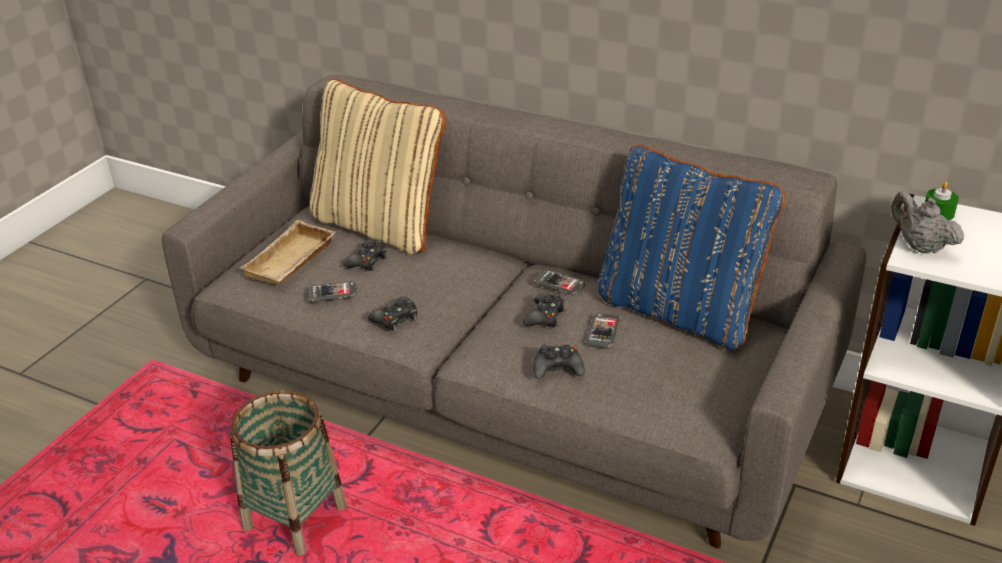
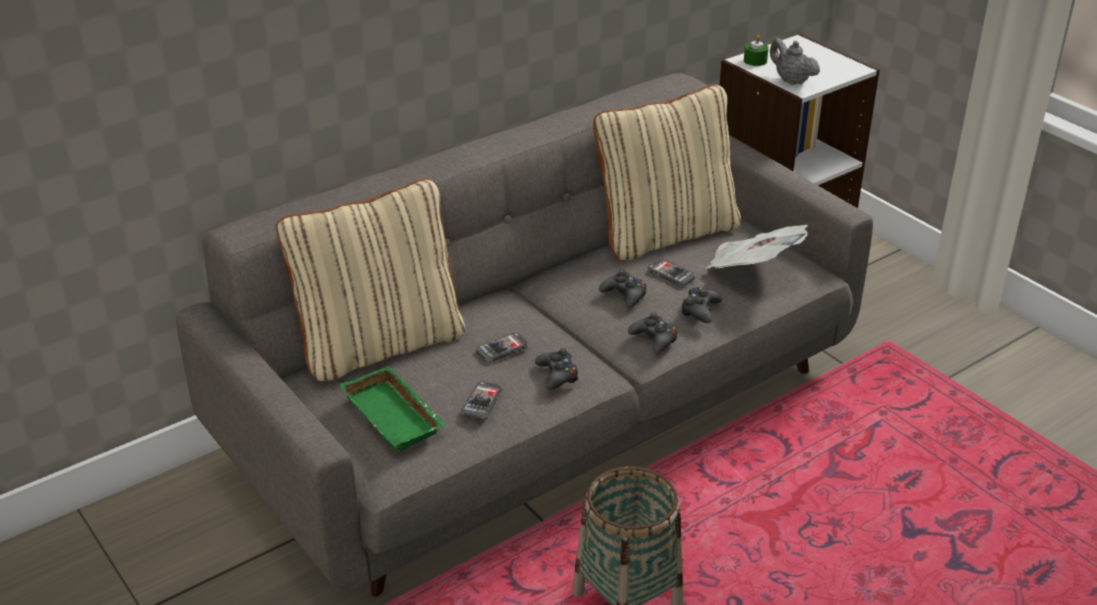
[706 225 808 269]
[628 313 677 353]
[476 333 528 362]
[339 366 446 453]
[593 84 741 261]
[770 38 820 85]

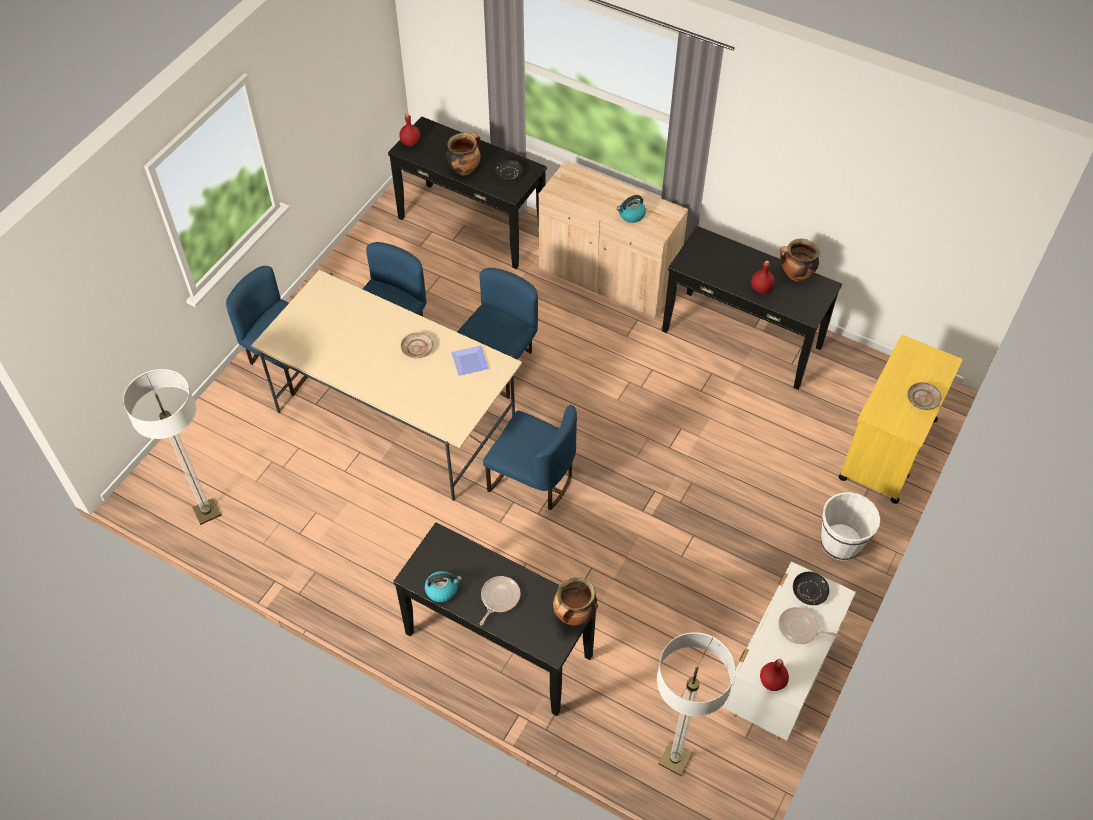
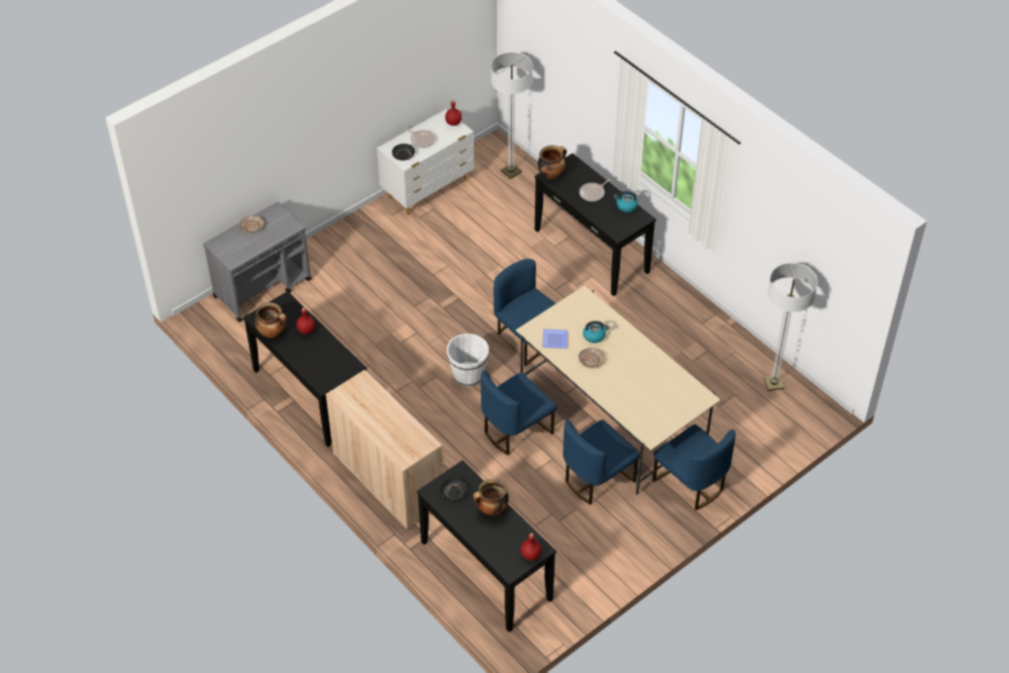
[583 321 609 343]
[447 334 489 387]
[203 202 312 322]

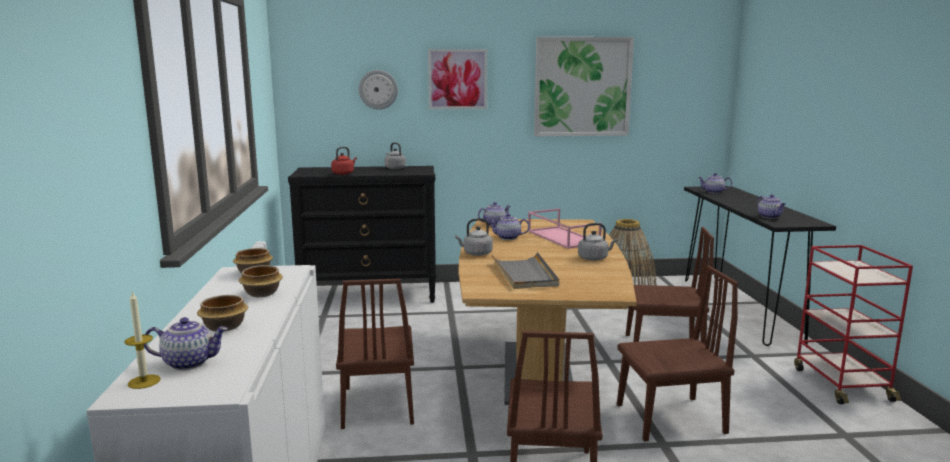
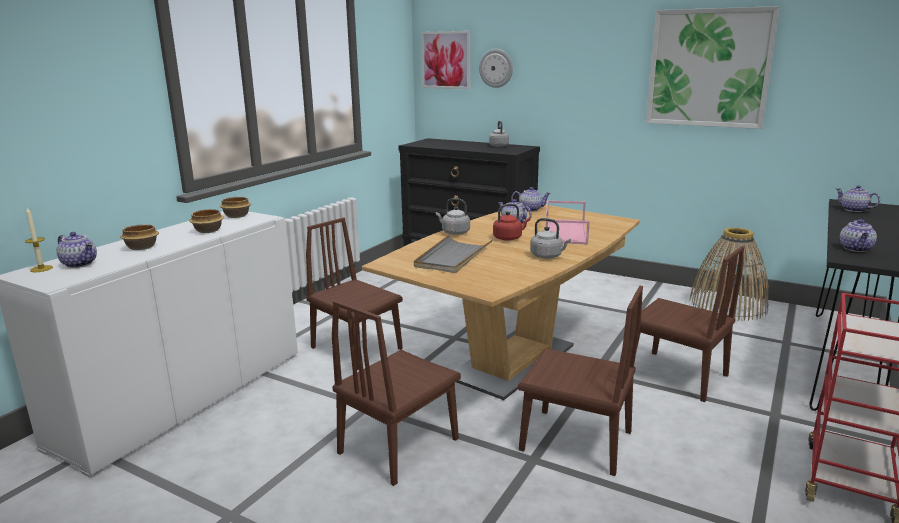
[493 204 530 241]
[421 31 470 89]
[306 217 403 370]

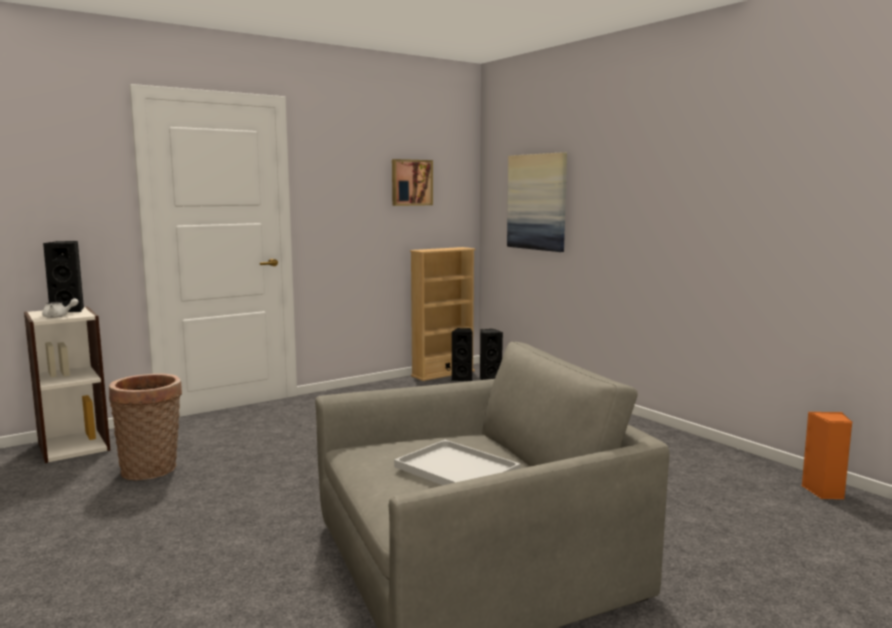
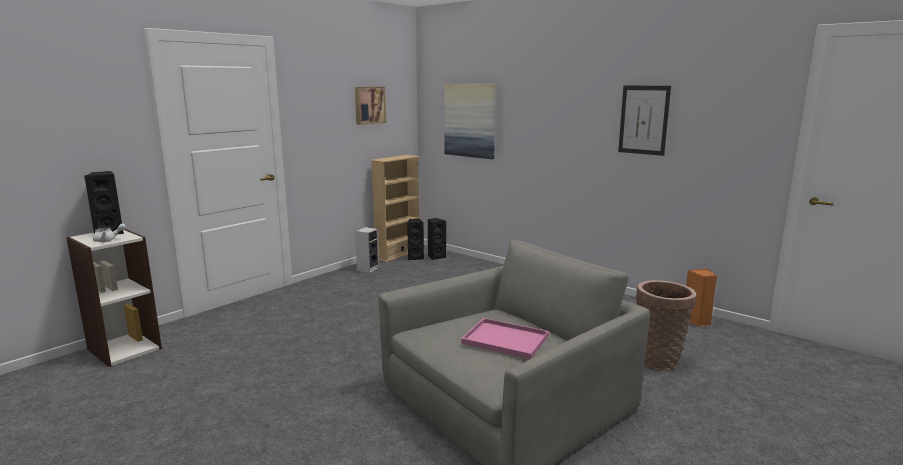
[355 227 379 273]
[618 86 671 156]
[635 280 696 371]
[461 318 549 359]

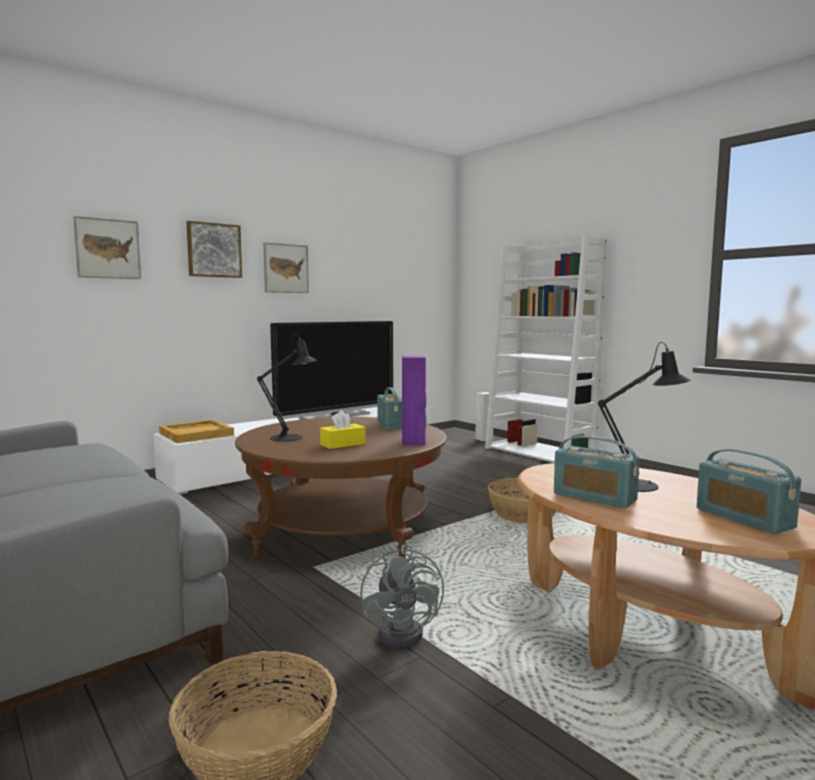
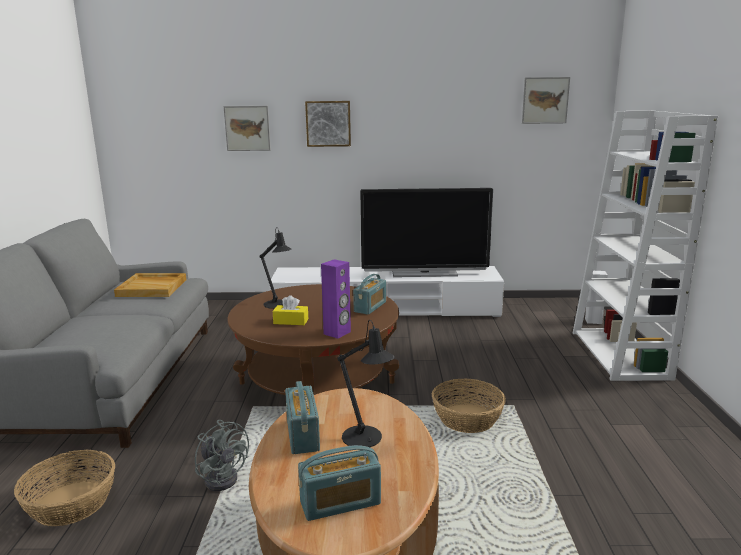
[114 273 186 297]
[522 77 570 124]
[195 420 249 491]
[298 445 381 521]

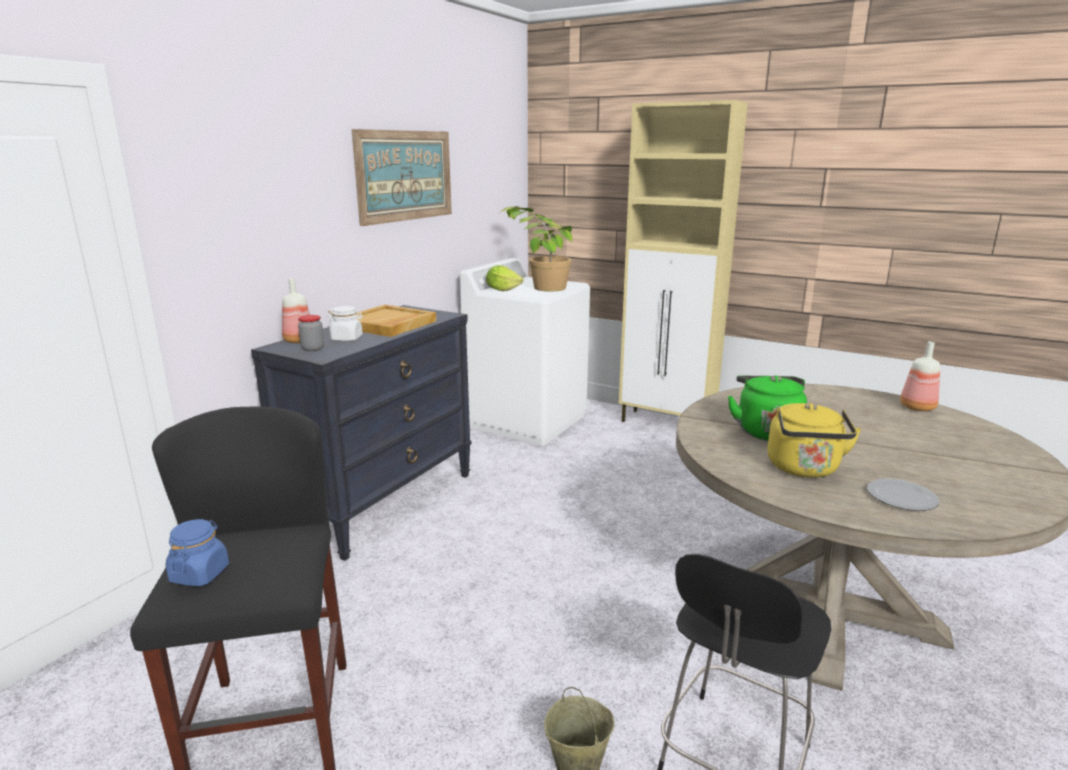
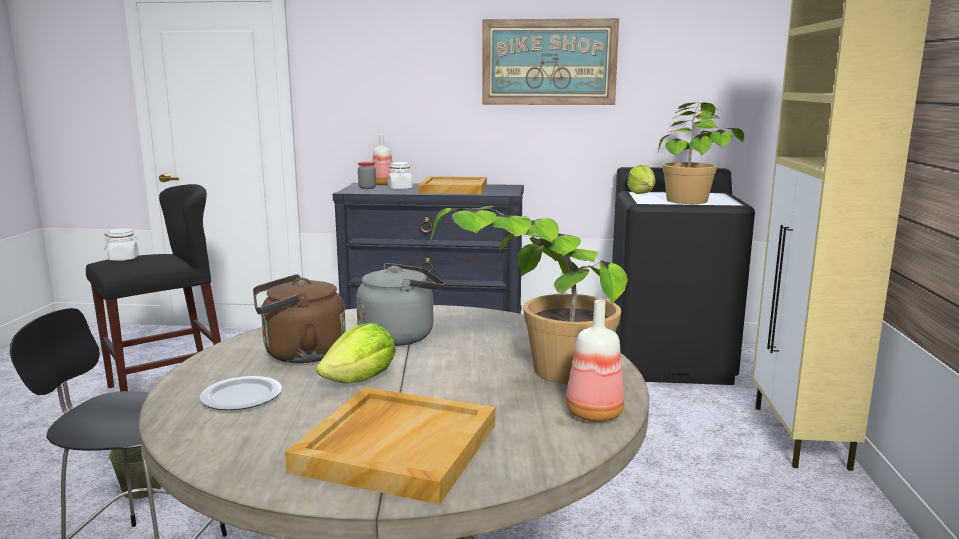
[285 387 495 504]
[316 323 396 384]
[429 206 628 384]
[104 228 140 261]
[612 167 755 385]
[356 263 445 346]
[253 274 346 363]

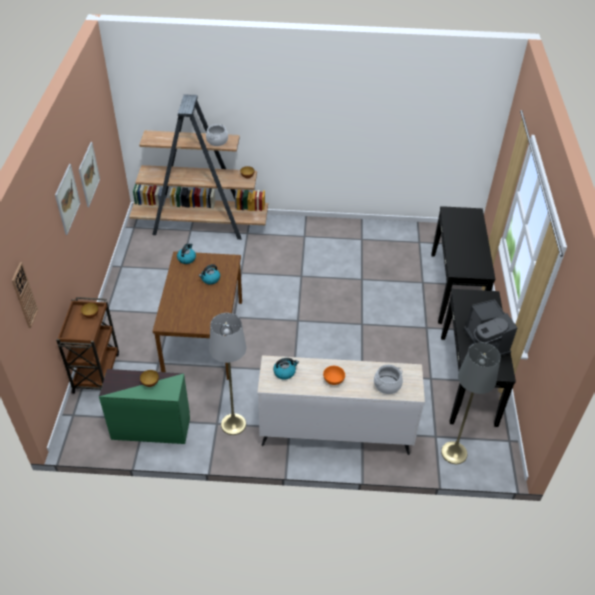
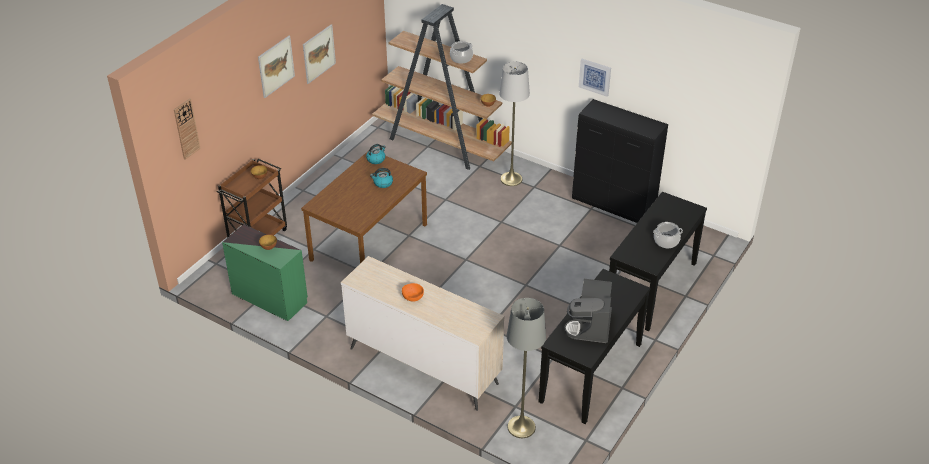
[273 358 299 380] (first image)
[572 99 668 223]
[579 59 611 97]
[499 62 530 186]
[653 222 683 248]

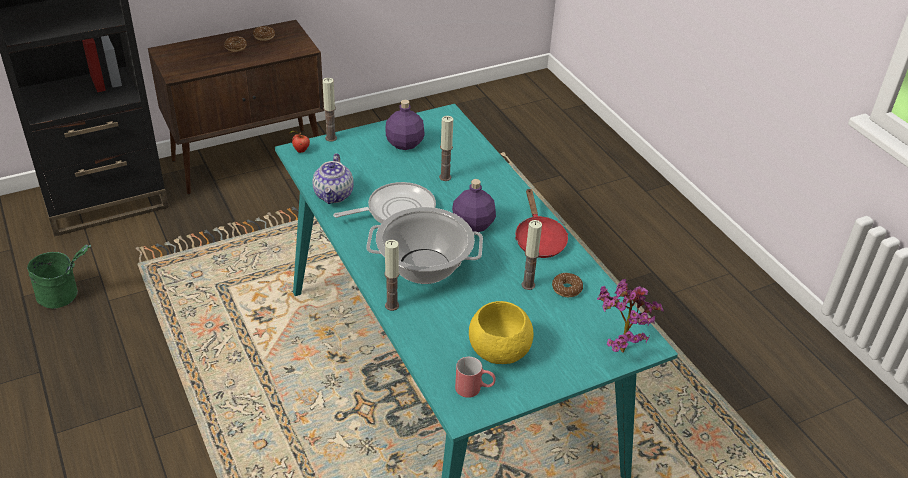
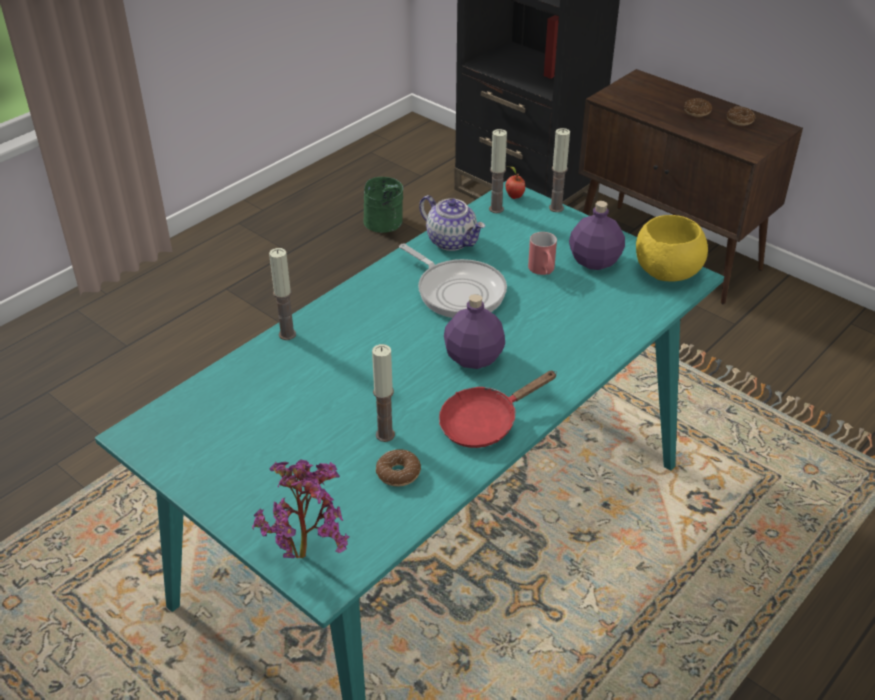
[366 207 483 284] (first image)
[489 129 507 213]
[528 232 557 275]
[636 215 708 282]
[419 195 485 251]

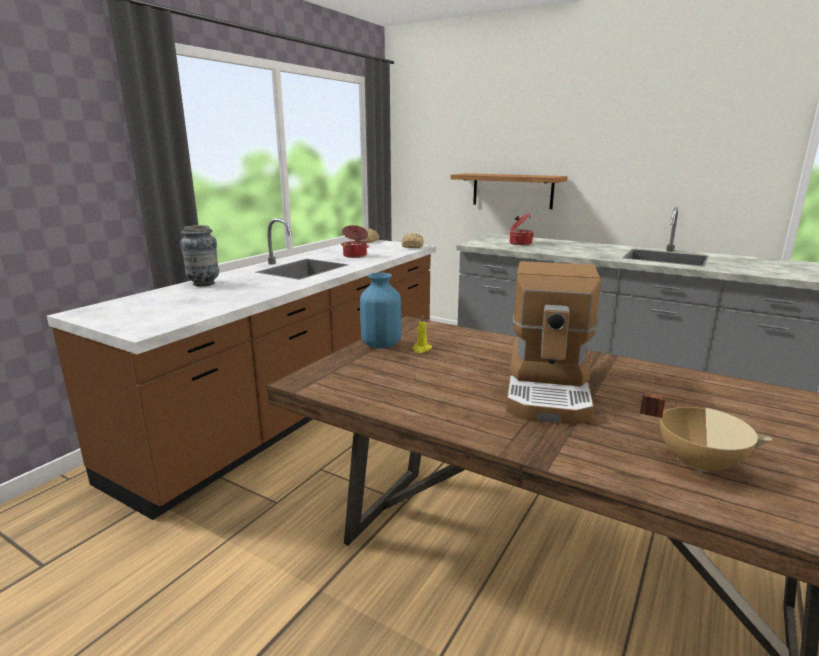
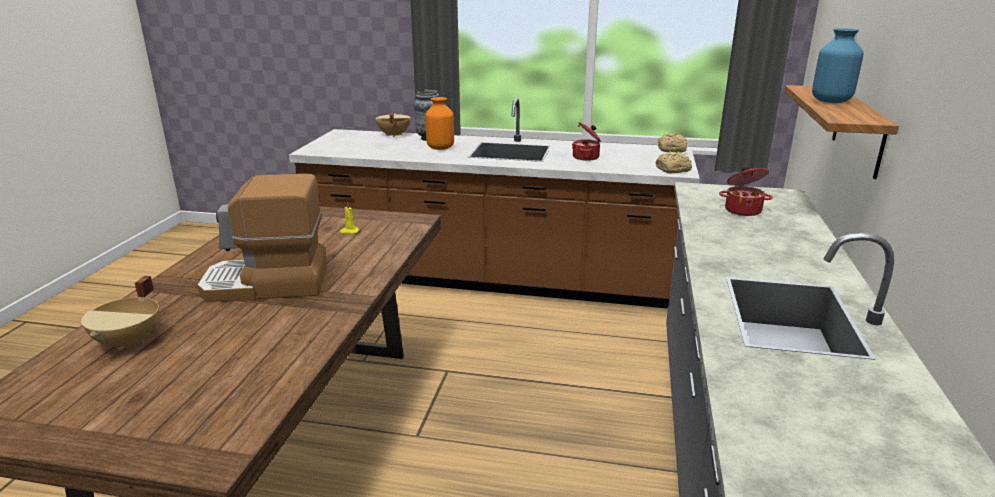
[376 113 411 137]
[425 97 454 150]
[812 28 863 103]

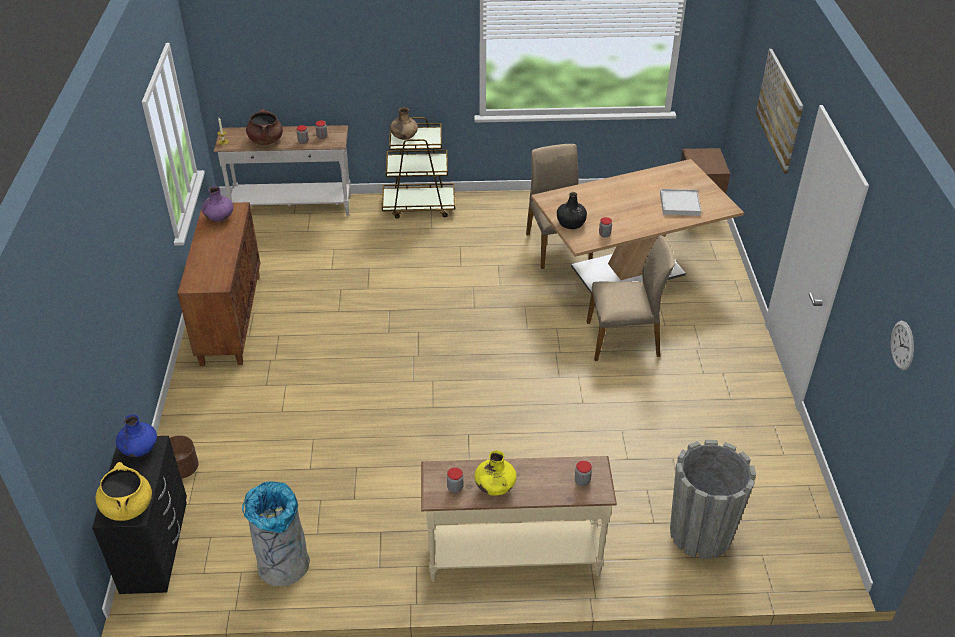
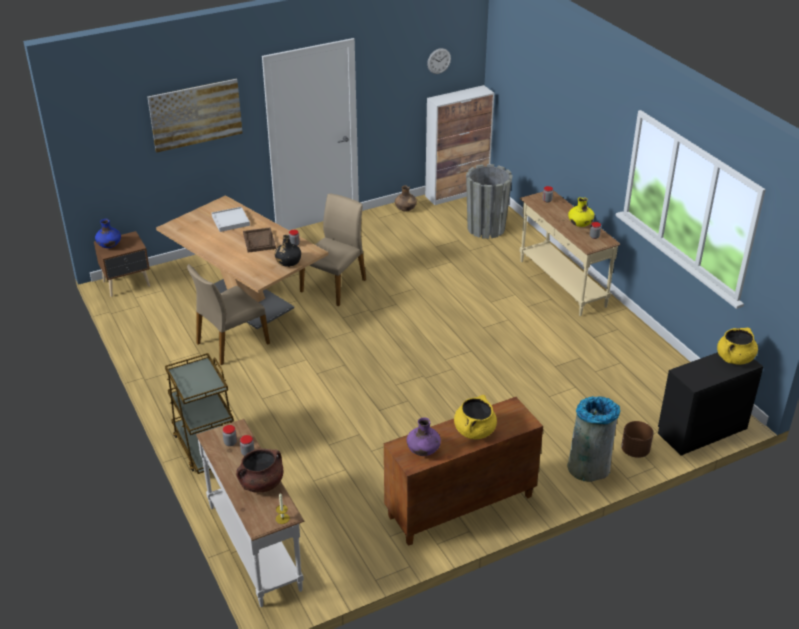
[243 227 276 253]
[425 85 494 205]
[454 395 497 439]
[95 219 121 248]
[568 396 621 482]
[395 185 417 211]
[299 194 366 306]

